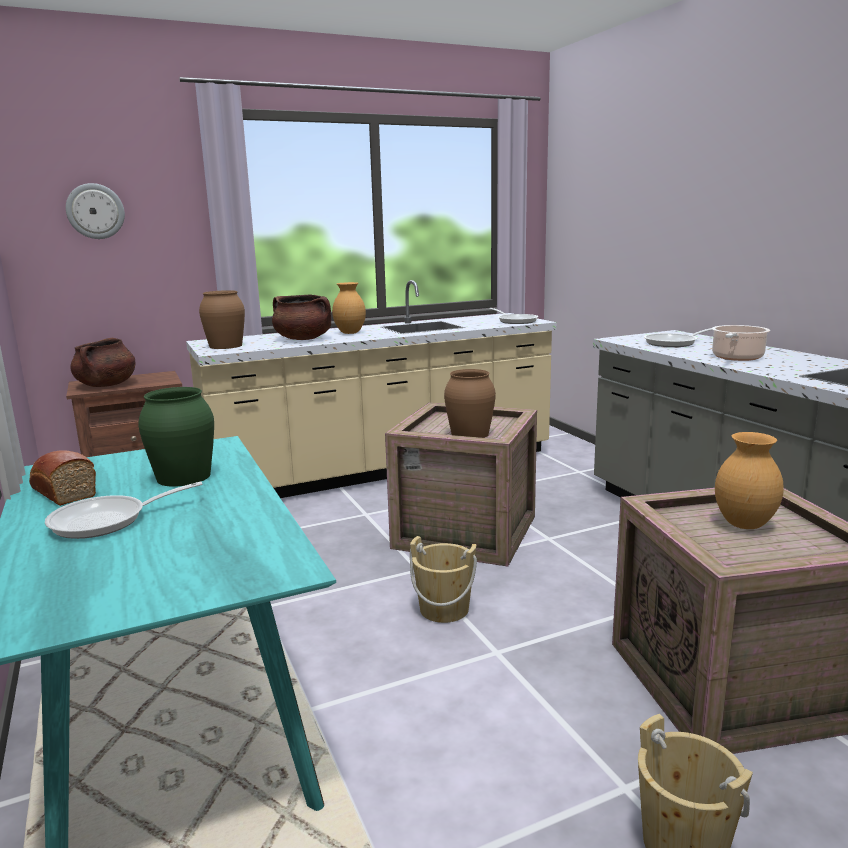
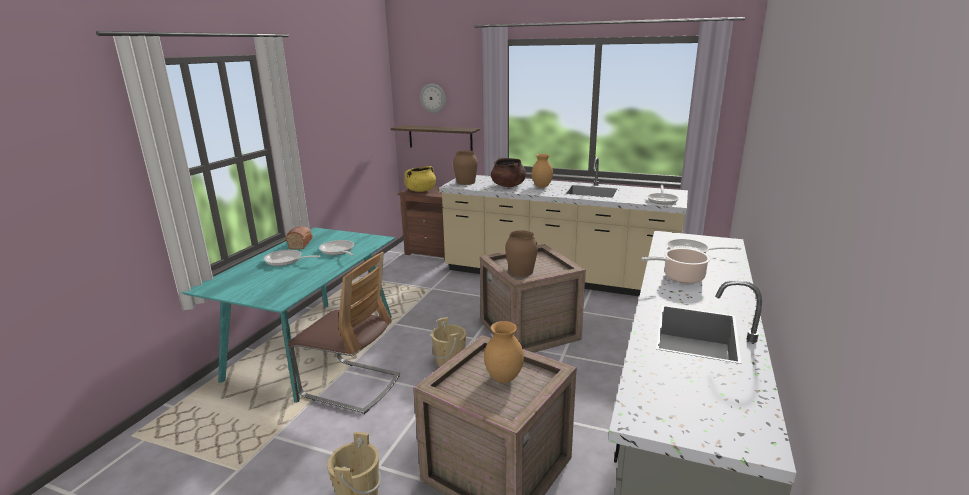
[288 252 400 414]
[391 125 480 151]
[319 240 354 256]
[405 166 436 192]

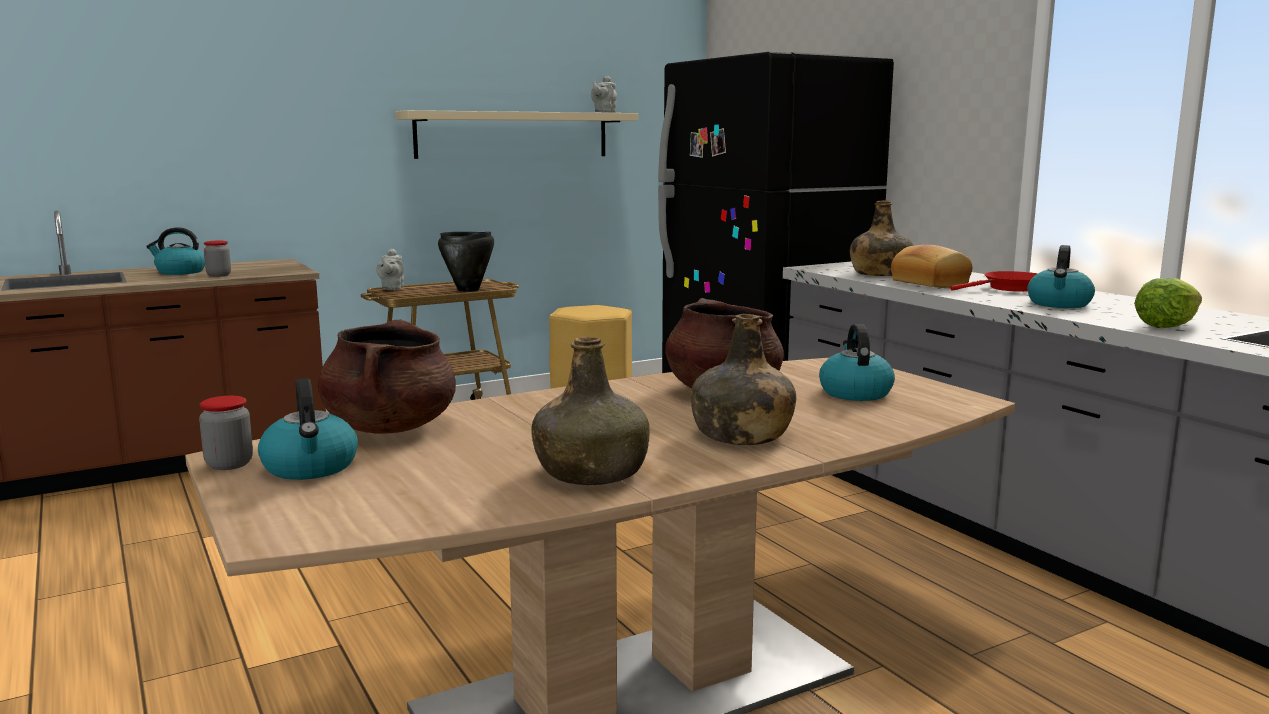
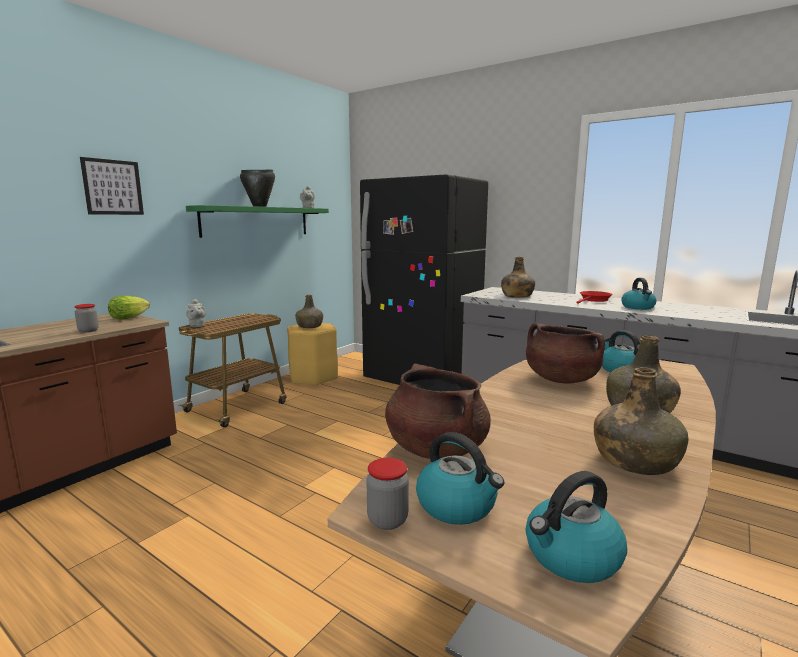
[891 245 972 288] (first image)
[80 157 144 215]
[295 295 323 328]
[526 471 627 583]
[240 170 275 207]
[108 296 150 320]
[186 205 329 238]

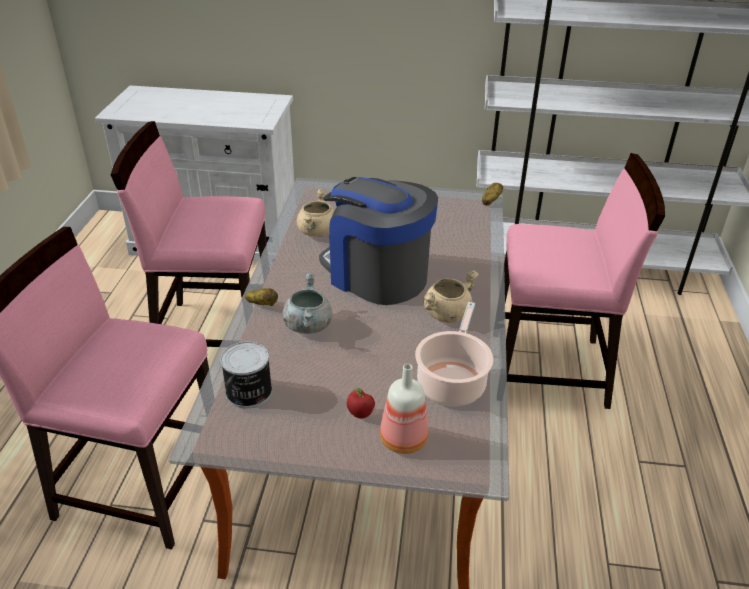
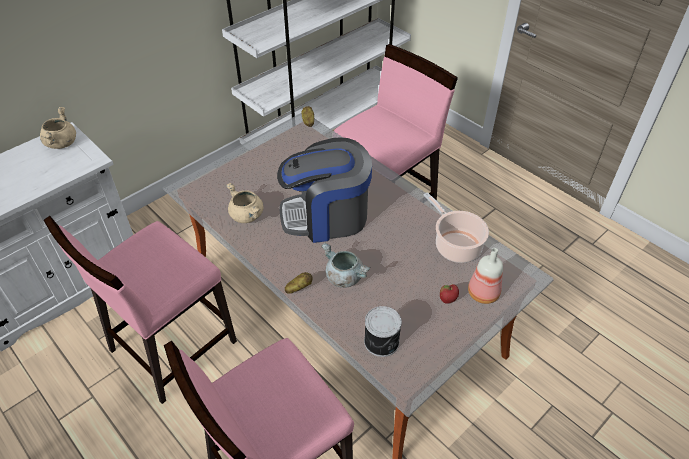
[40 107 76 149]

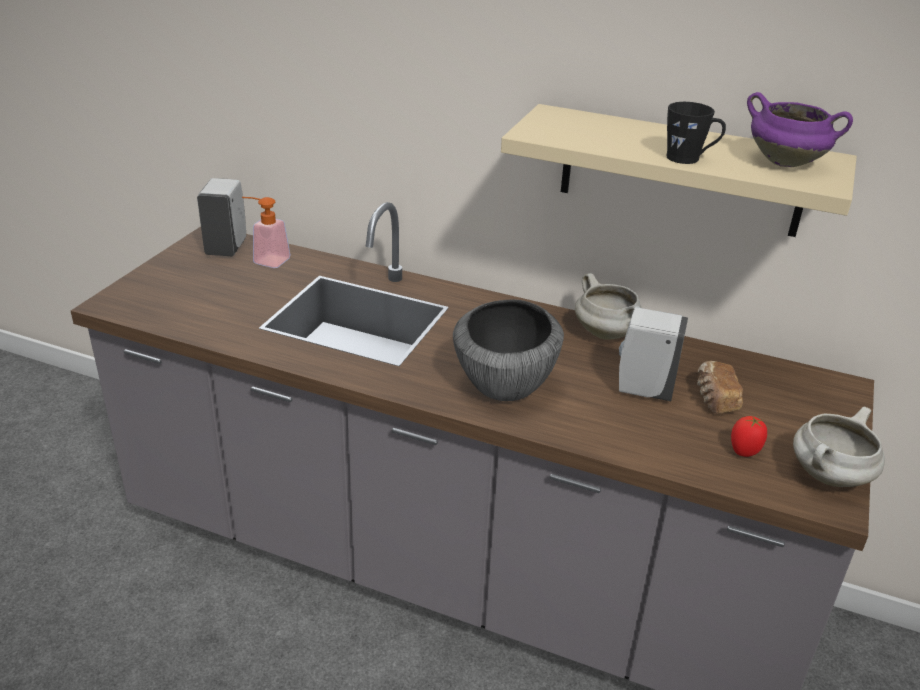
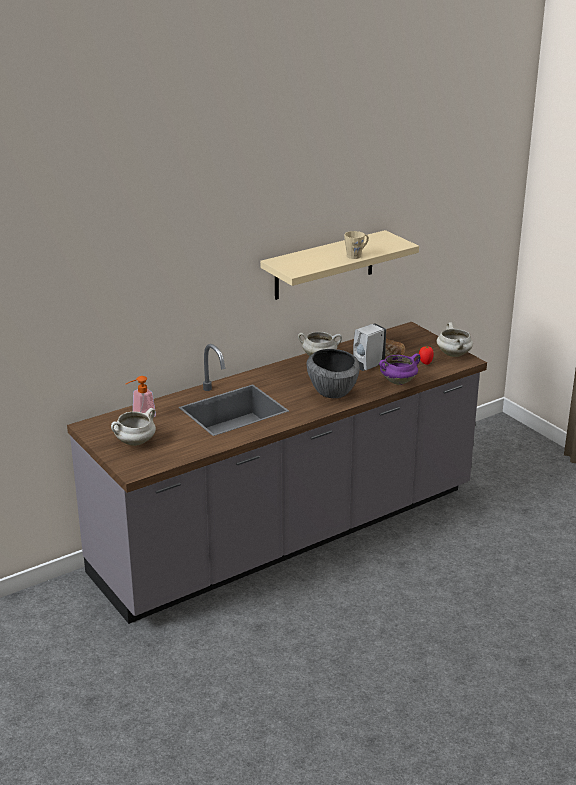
[197 178 246 256] (first image)
[111 408 156 446]
[379 353 420 385]
[344 231 369 259]

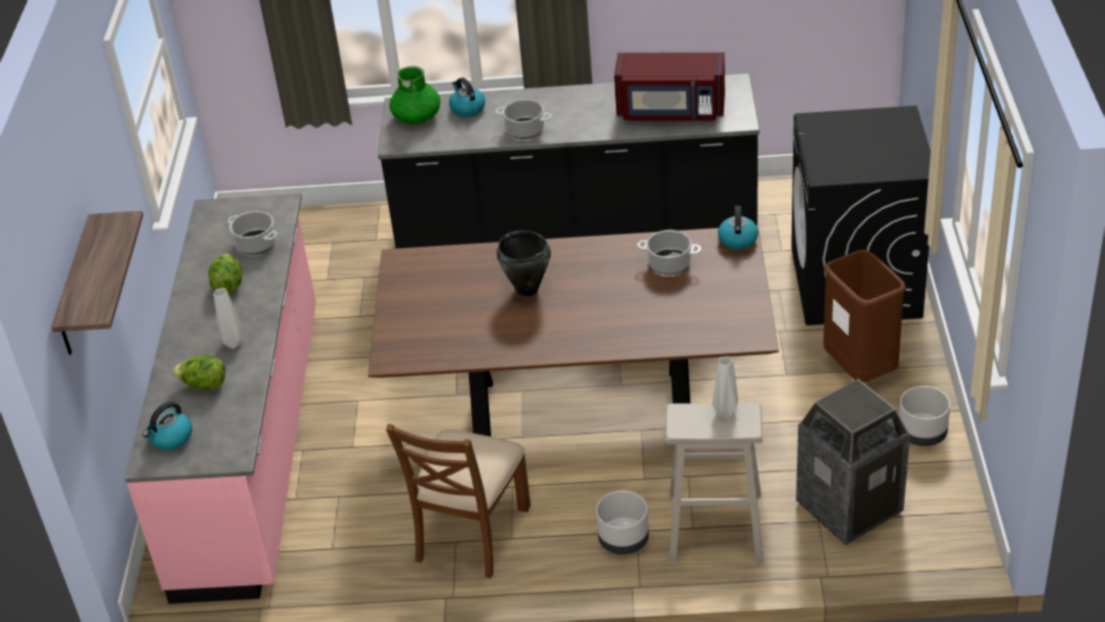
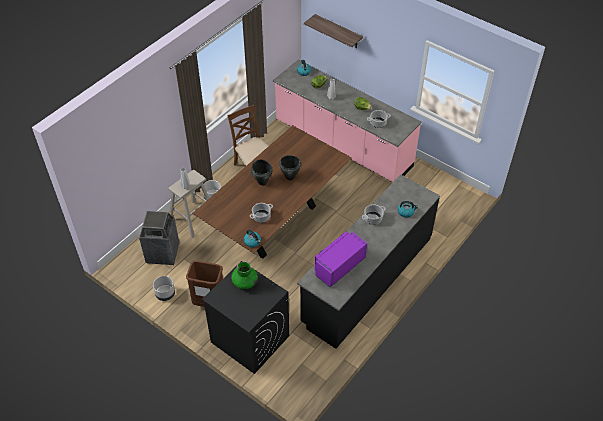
[251 160 273 185]
[231 261 258 289]
[315 232 367 287]

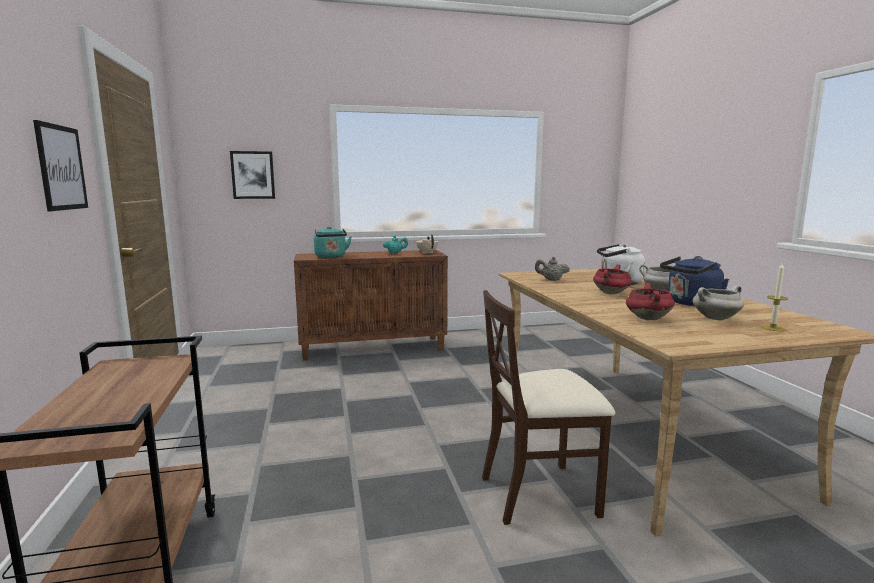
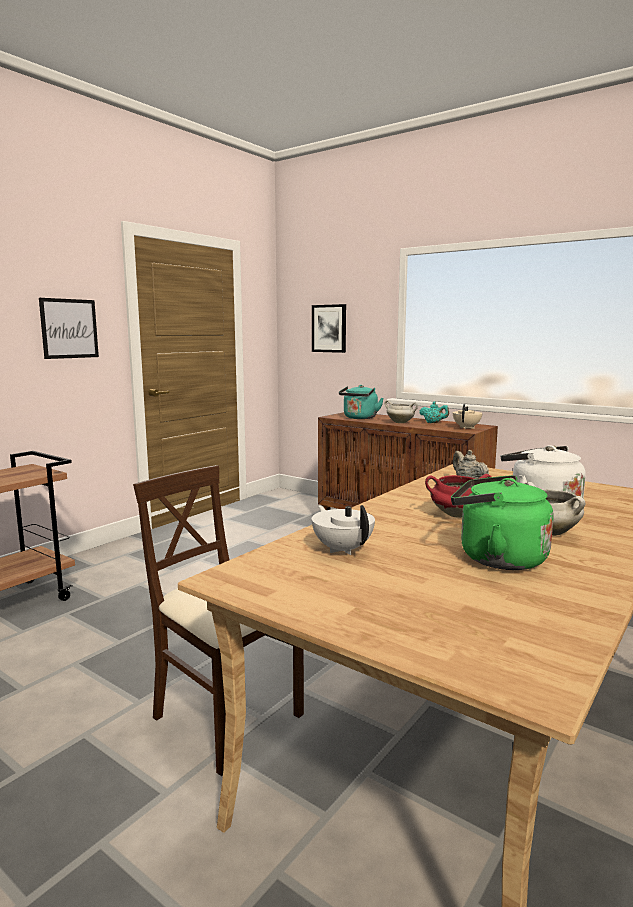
[761 262 788 331] (first image)
[385 400 418 423]
[312 505 375 555]
[451 475 554 570]

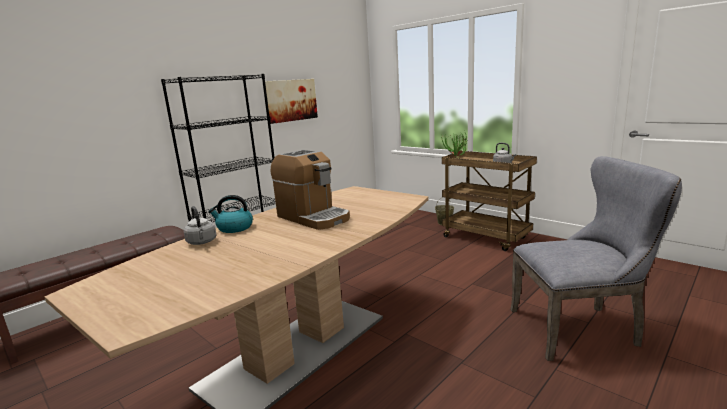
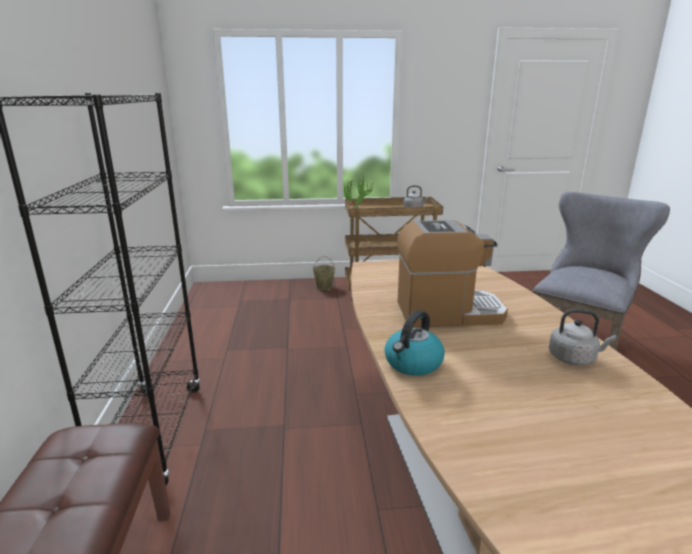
[265 79 318 124] (first image)
[549 309 617 366]

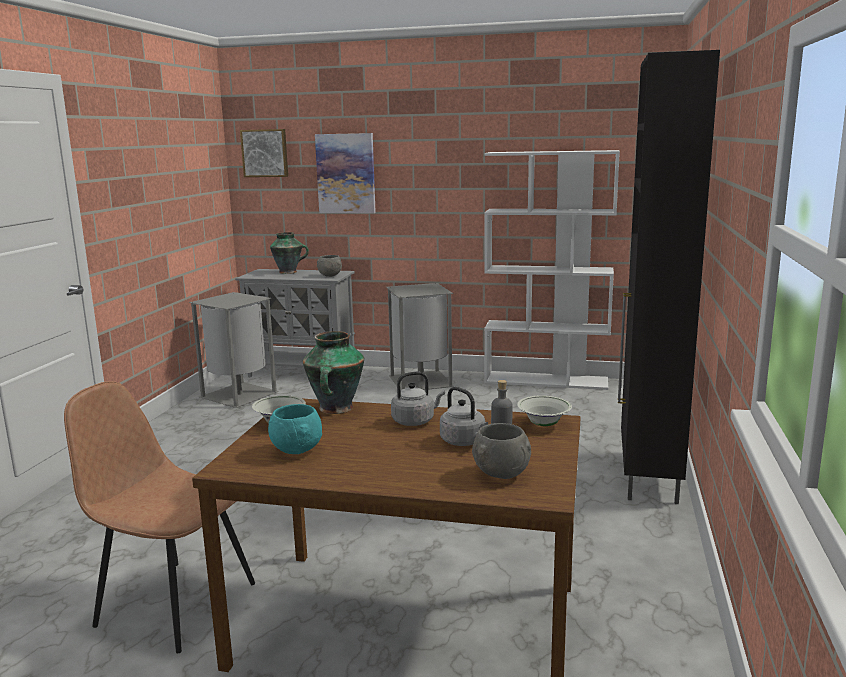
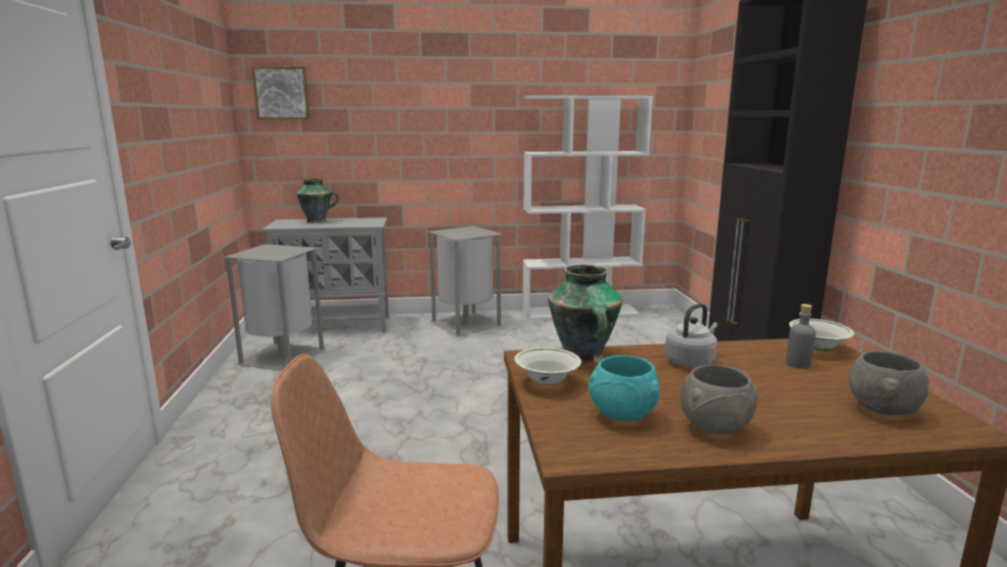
[315 133 376 213] (first image)
[440 387 488 446] (first image)
[680 365 759 434]

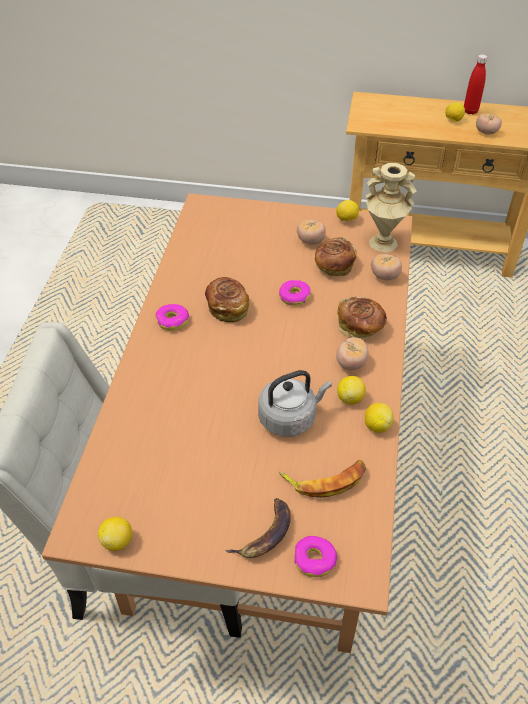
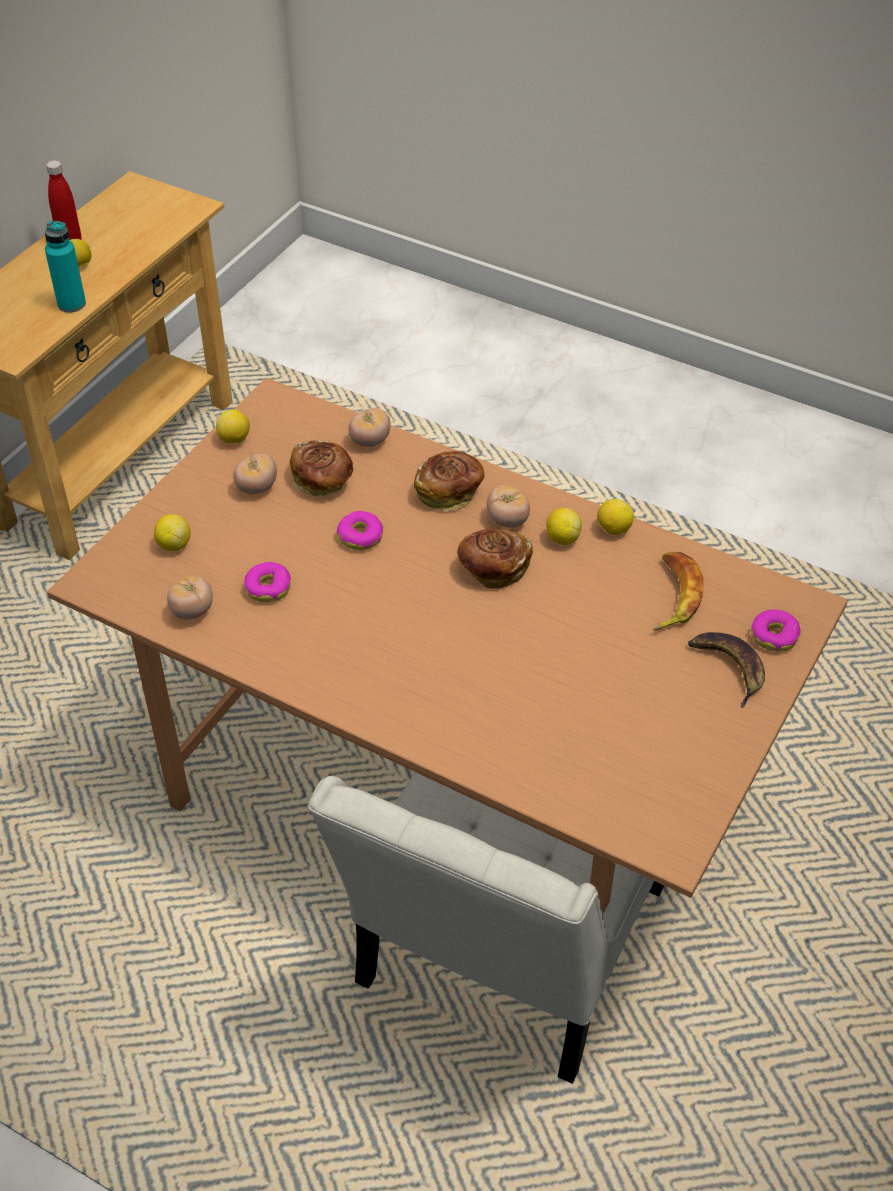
[258 370 332 437] (first image)
[366 163 417 252] (first image)
[45 220 86 313]
[154 514 191 551]
[244 562 291 602]
[457 528 533 589]
[167 575 213 619]

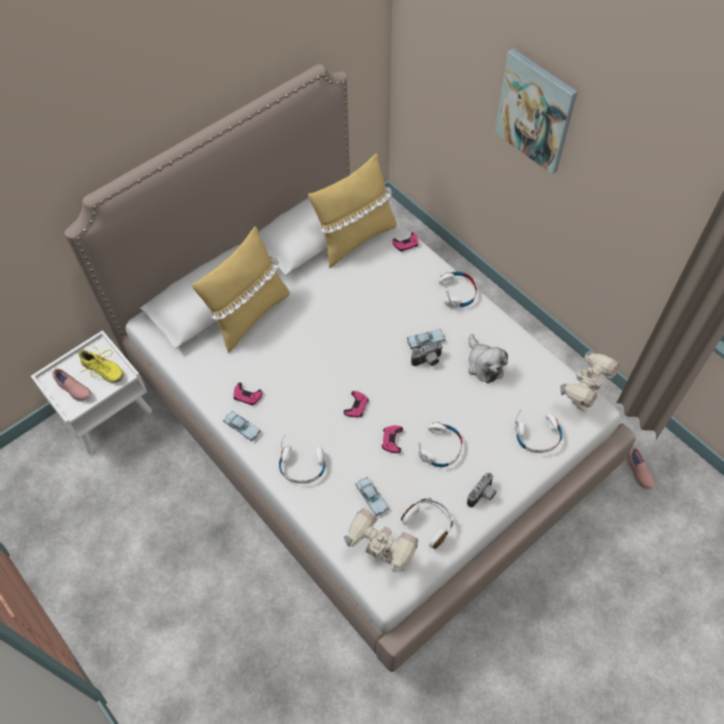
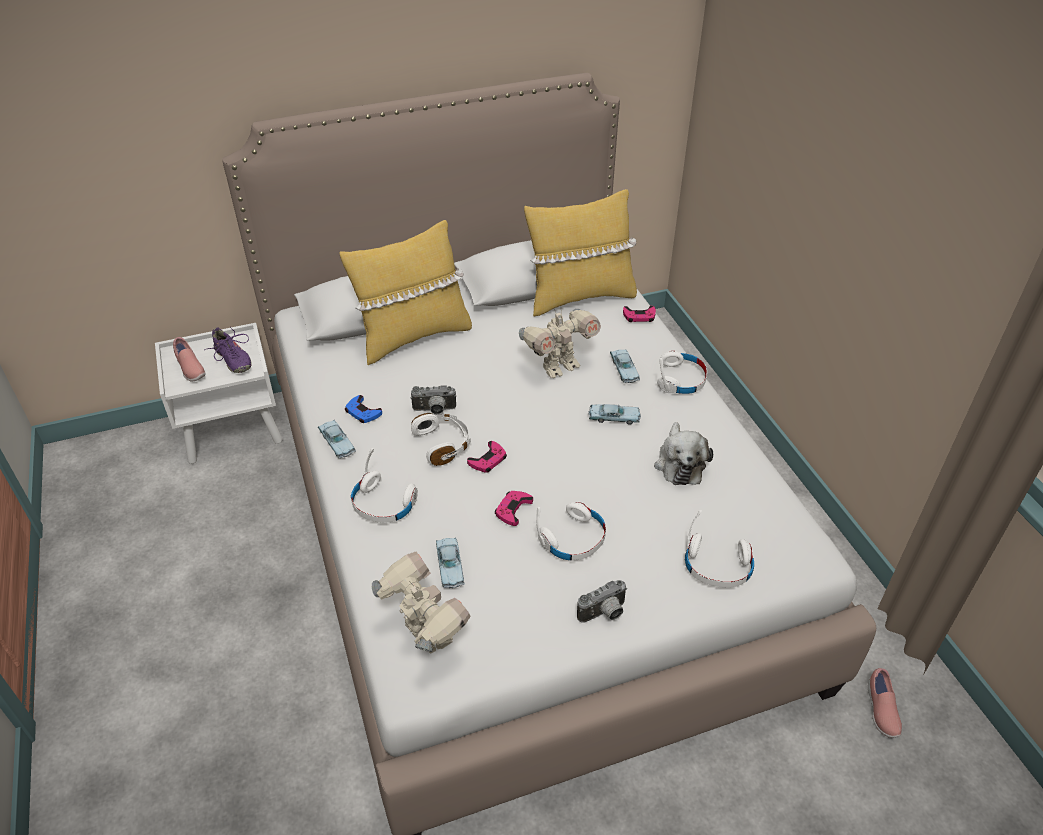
[495 48 577 175] (first image)
[610 349 640 383]
[411 413 471 466]
[410 385 456 414]
[519 309 601 378]
[204 327 252 373]
[345 395 382 423]

